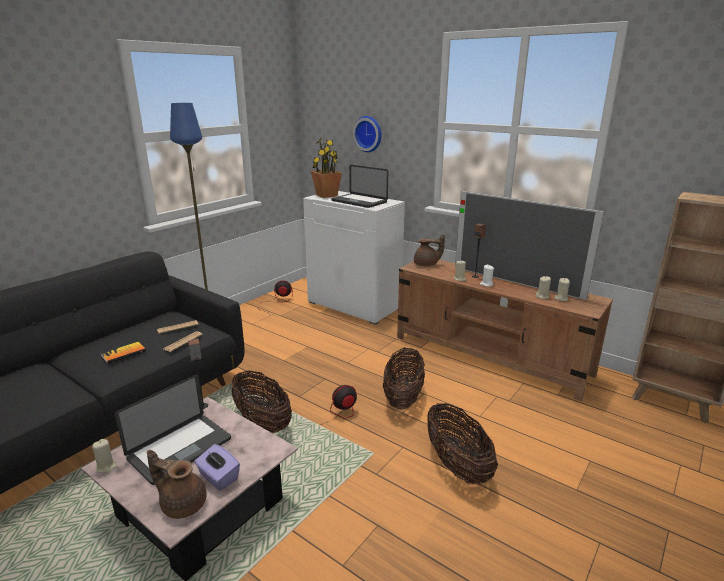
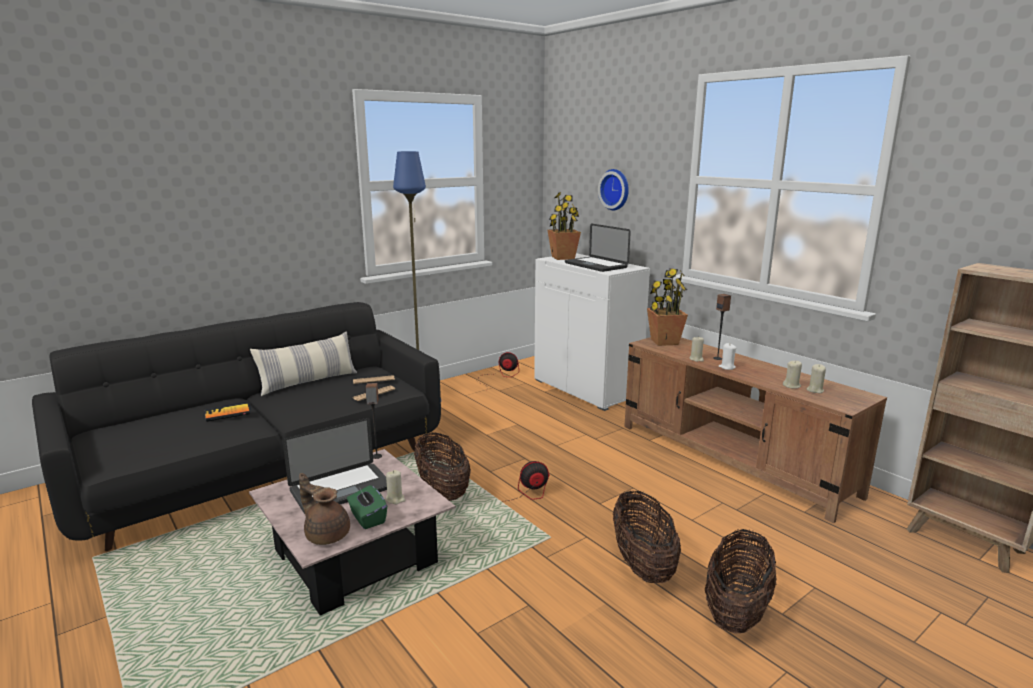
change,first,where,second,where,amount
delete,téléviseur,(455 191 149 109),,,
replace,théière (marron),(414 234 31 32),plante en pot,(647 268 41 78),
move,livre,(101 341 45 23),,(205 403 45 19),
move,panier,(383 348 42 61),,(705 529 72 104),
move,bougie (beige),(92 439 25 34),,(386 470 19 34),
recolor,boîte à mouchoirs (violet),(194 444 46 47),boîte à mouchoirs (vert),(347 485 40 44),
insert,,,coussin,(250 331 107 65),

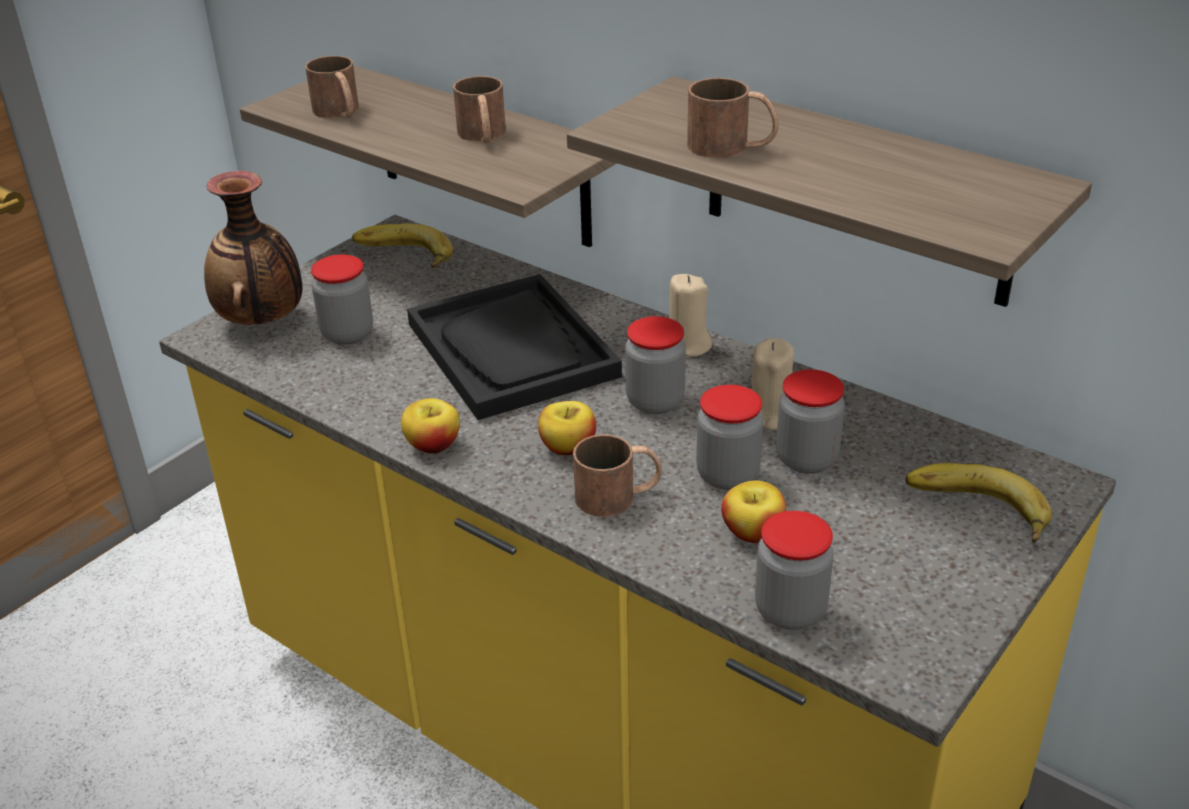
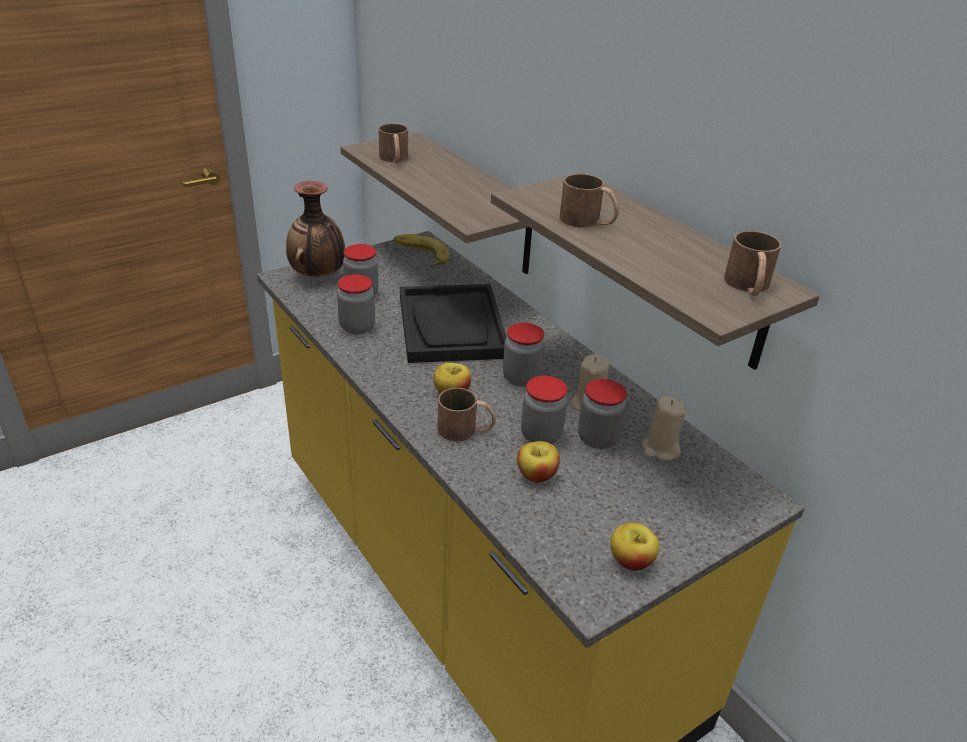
change,first,where,second,where,amount
move,mug (marron),(453 76 53 68),,(724 231 57 65),
move,bougie (beige),(669 274 43 83),,(642 396 44 65),
move,pomme,(401 398 59 56),,(610 523 50 48),
delete,banane,(905 463 147 80),,,
move,bocal,(755 511 79 119),,(337 274 38 60),

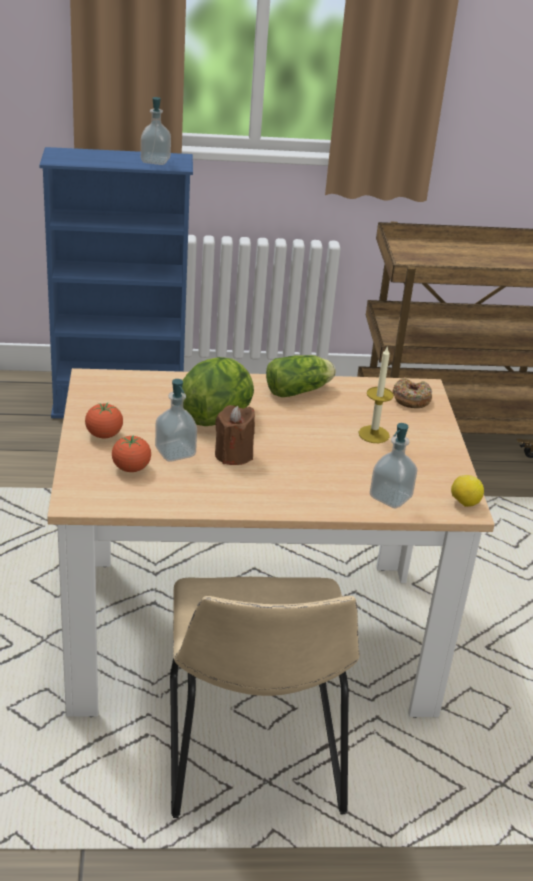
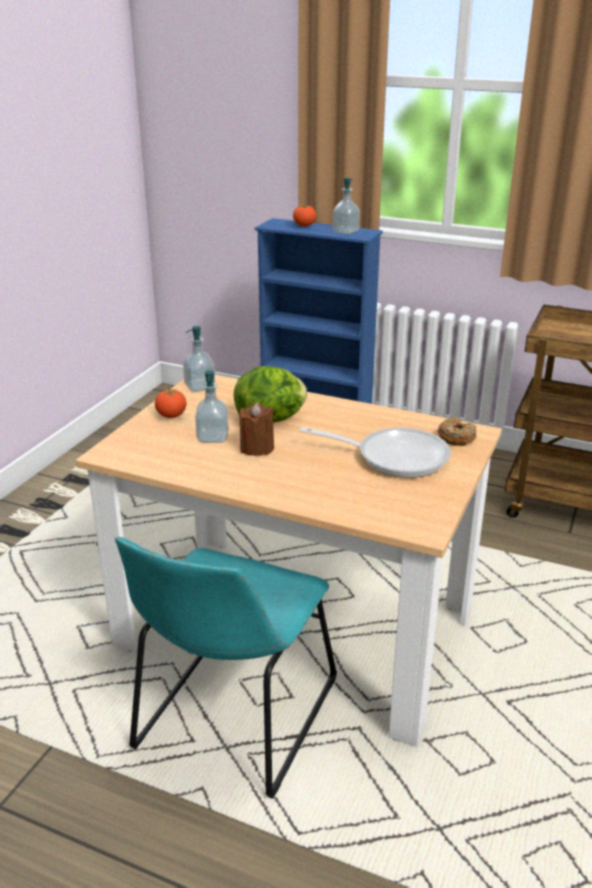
change,first,where,second,where,amount
replace,bougie,(359 347 35 96),poêle,(300 427 151 51),
delete,laitue,(266 355 70 42),,,
move,distributeur de savon,(370 423 47 86),,(183 326 32 66),
move,tomate,(112 435 39 37),,(293 203 23 24),
delete,citron,(451 475 33 32),,,
recolor,chaise (beige),(170 577 190 241),chaise (turquoise),(115 537 222 262),

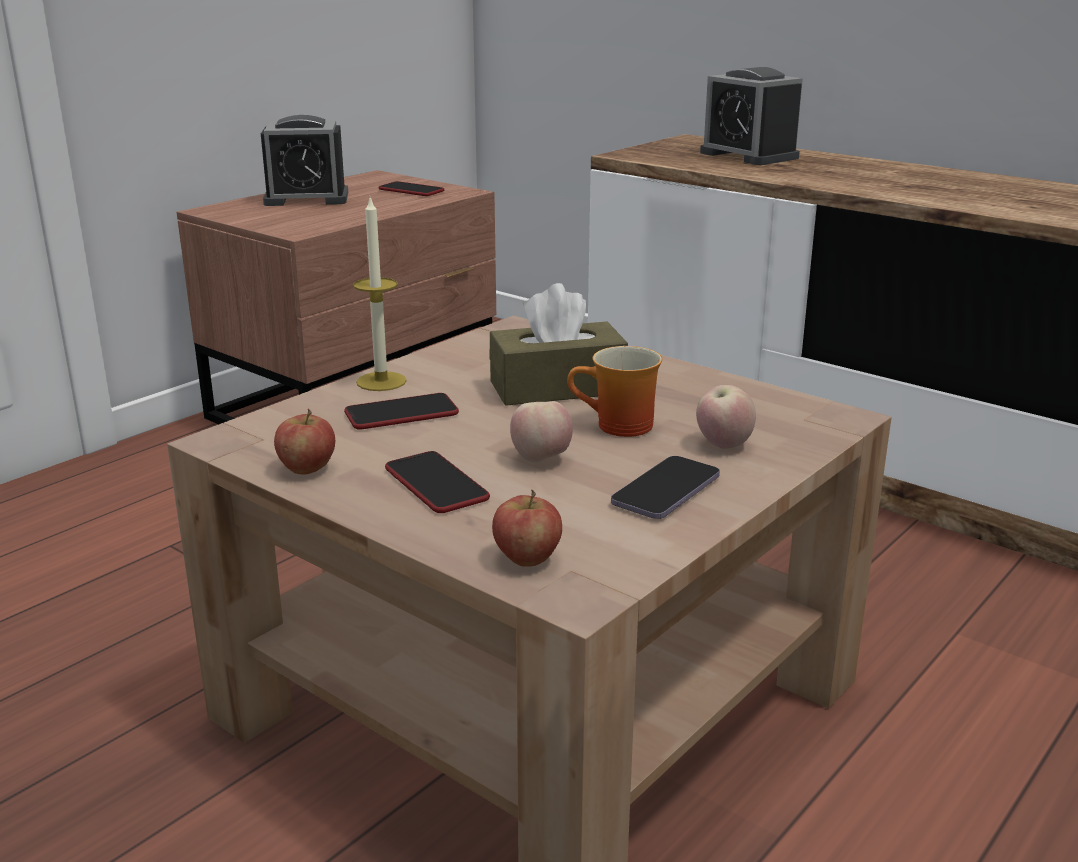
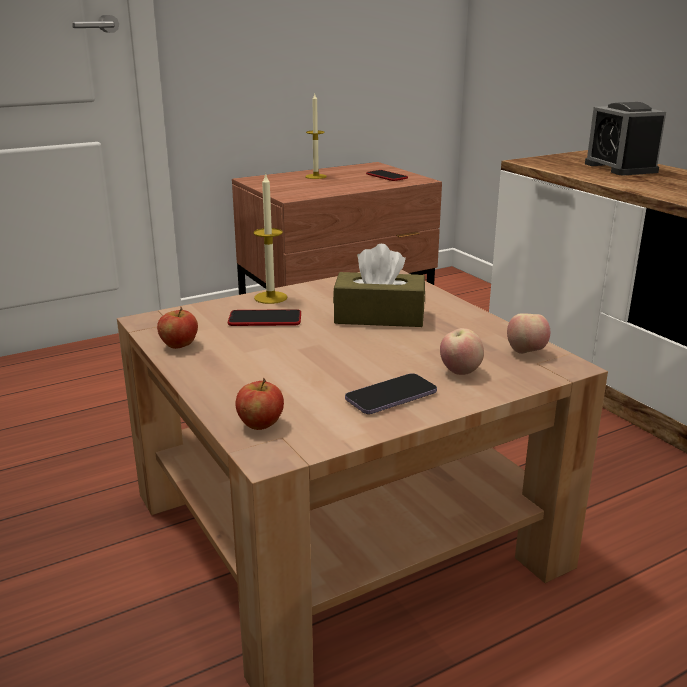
change,first,where,second,where,amount
replace,réveil,(261 115 87 91),bougie,(305 94 22 85),
delete,mug,(567 346 95 91),,,
move,pomme,(510 401 63 61),,(507 313 43 41),
delete,téléphone,(385 451 105 62),,,

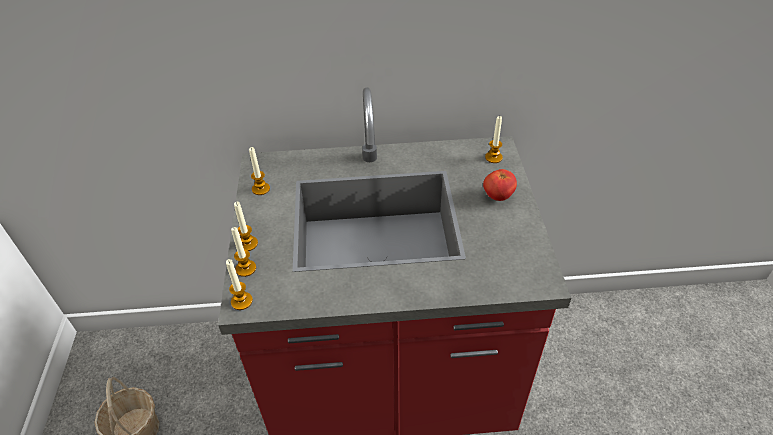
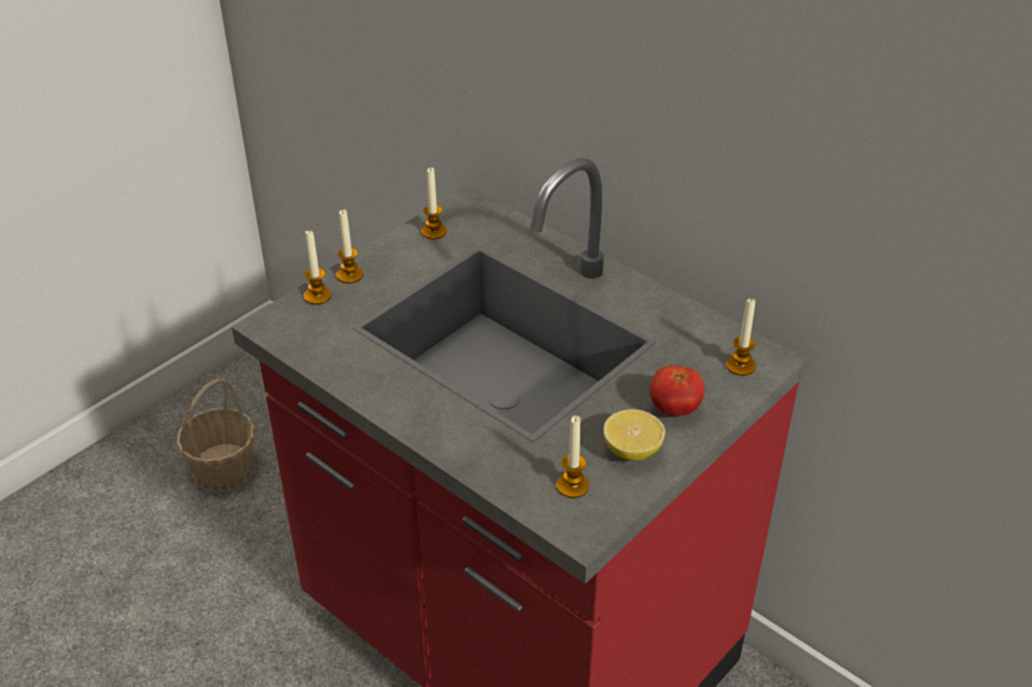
change,first,where,second,where,amount
move,bougie,(226 259 27 51),,(557 416 32 82),
insert,,,citron,(603 409 62 52),

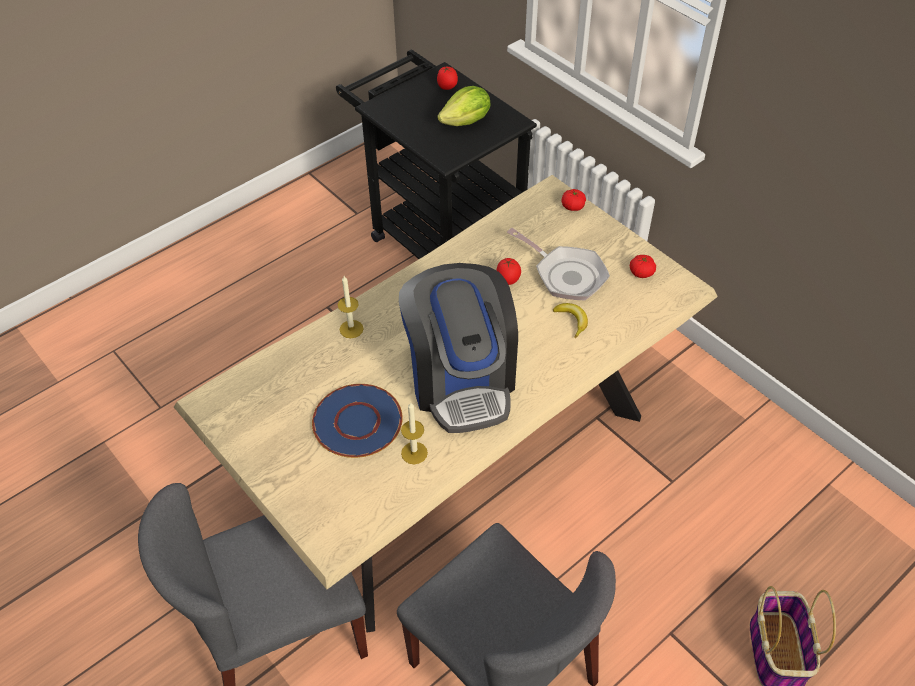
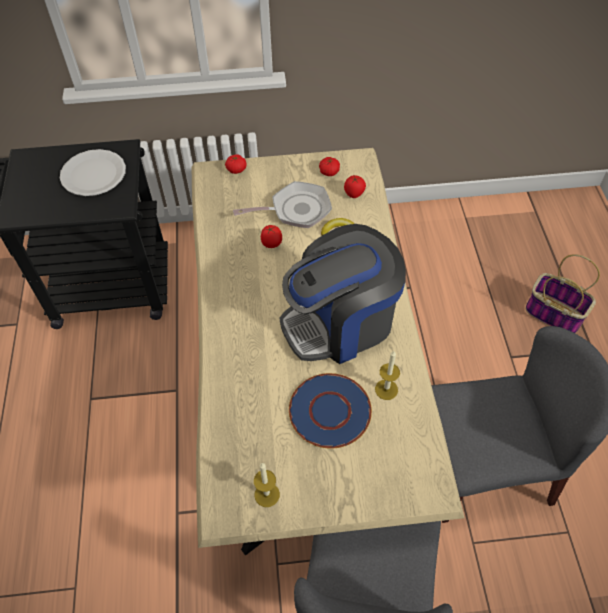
change,first,where,second,where,amount
move,tomate,(437 67 21 23),,(344 175 22 23),
replace,laitue,(437 86 53 40),assiette (blanc),(60 149 66 47),
rotate,machine à café,(399 263 119 170),,(280 224 126 140),135 degrees clockwise
move,bougie,(338 276 26 62),,(254 463 26 44),

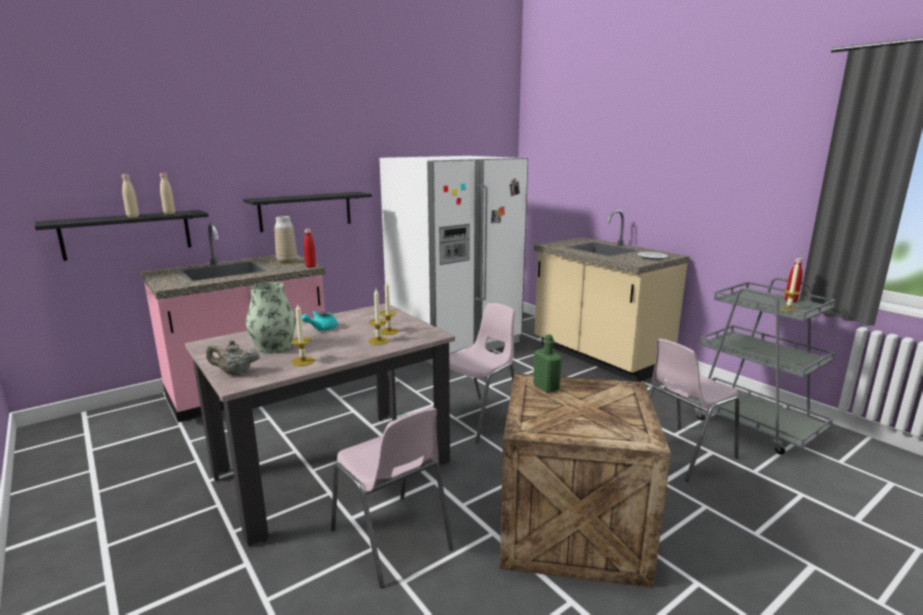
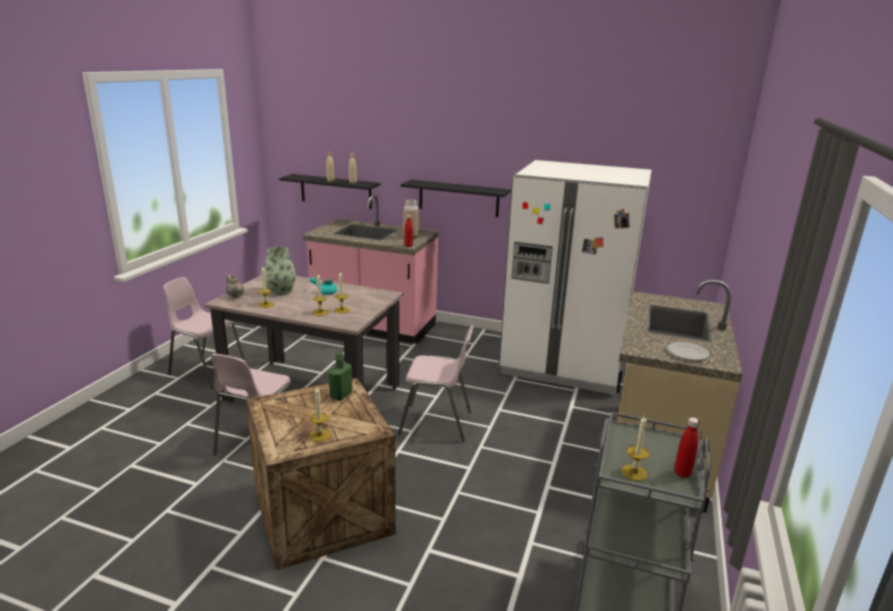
change,first,where,second,where,amount
move,chaise (rose),(649 339 90 143),,(163 277 83 111),
insert,,,bougie,(309 387 21 55),

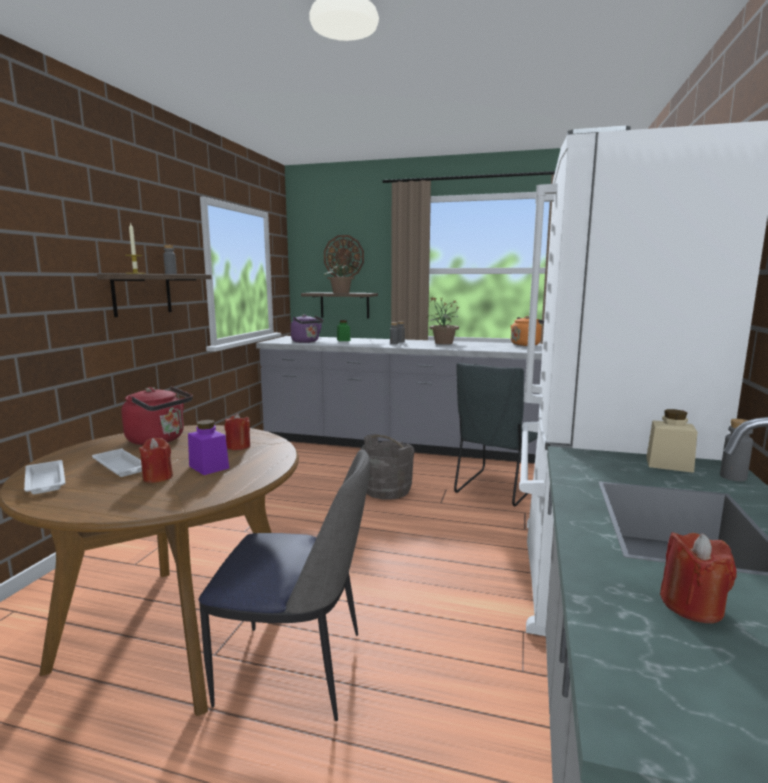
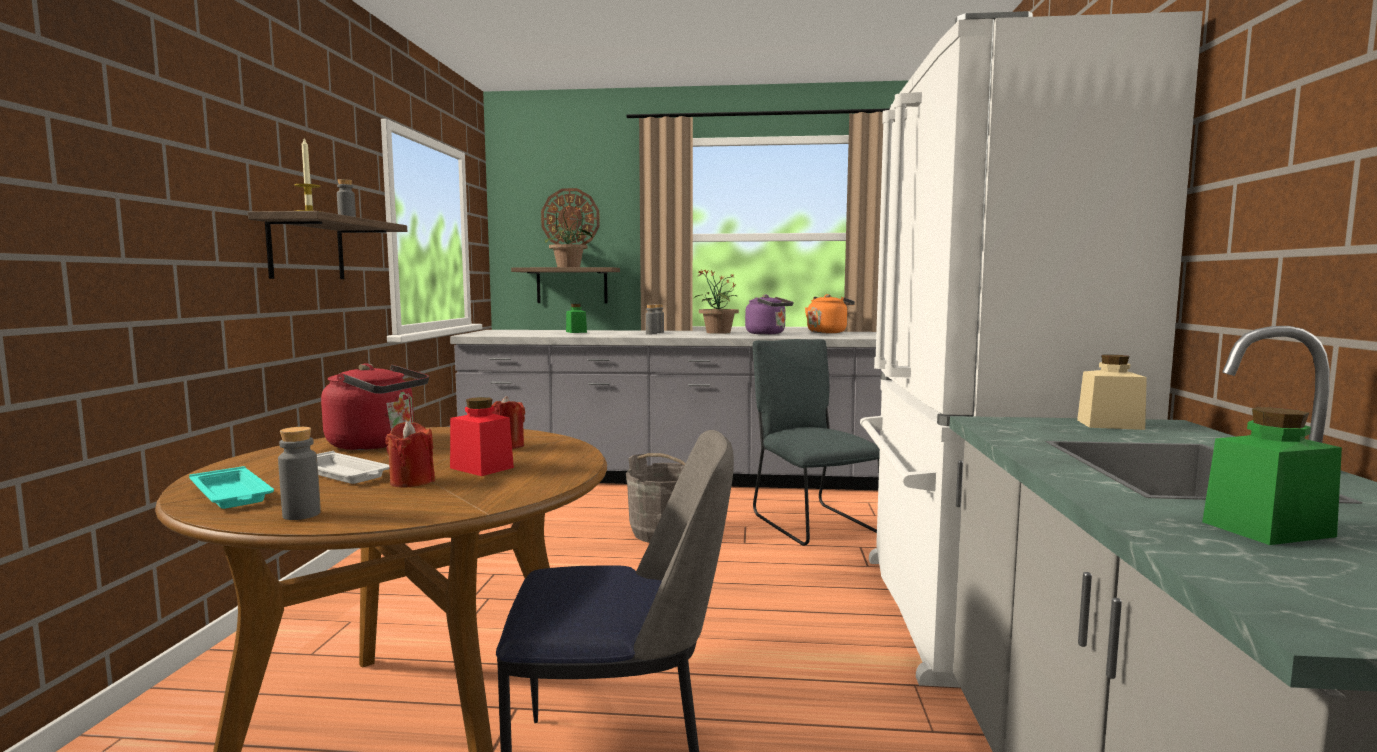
change,first,where,second,where,amount
move,bouilloire (violet),(290 314 33 29),,(745 295 48 40),
rotate,chaise (gris),(454 363 84 144),,(753 339 127 207),135 degrees clockwise
move,bouteille (gris),(720 419 33 63),,(278 427 43 93),
recolor,bocal (violet),(188 420 41 55),bocal (rouge),(450 397 64 79),
recolor,plateau (blanc),(24 460 42 34),plateau (turquoise),(189 466 85 43),
replace,bougie (rouge),(660 532 77 91),bocal (vert),(1202 407 140 138),

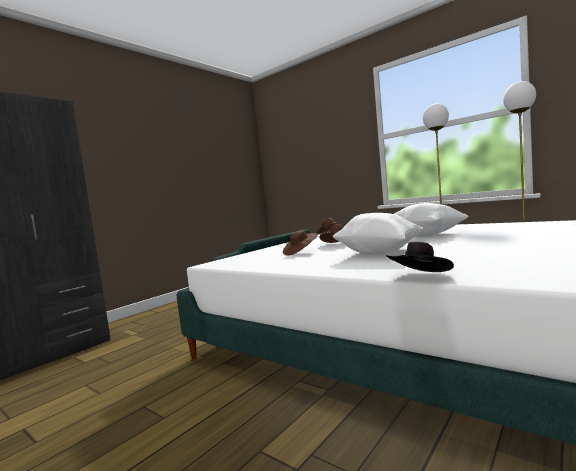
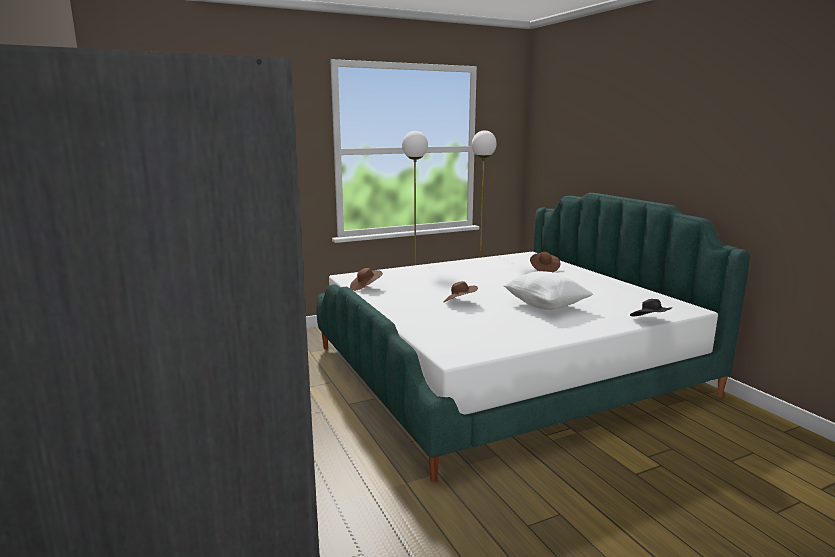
change,first,where,second,where,amount
delete,coussin (blanc),(394 203 75 33),,,
move,chapeau (marron),(283 230 35 25),,(530 252 30 20),

